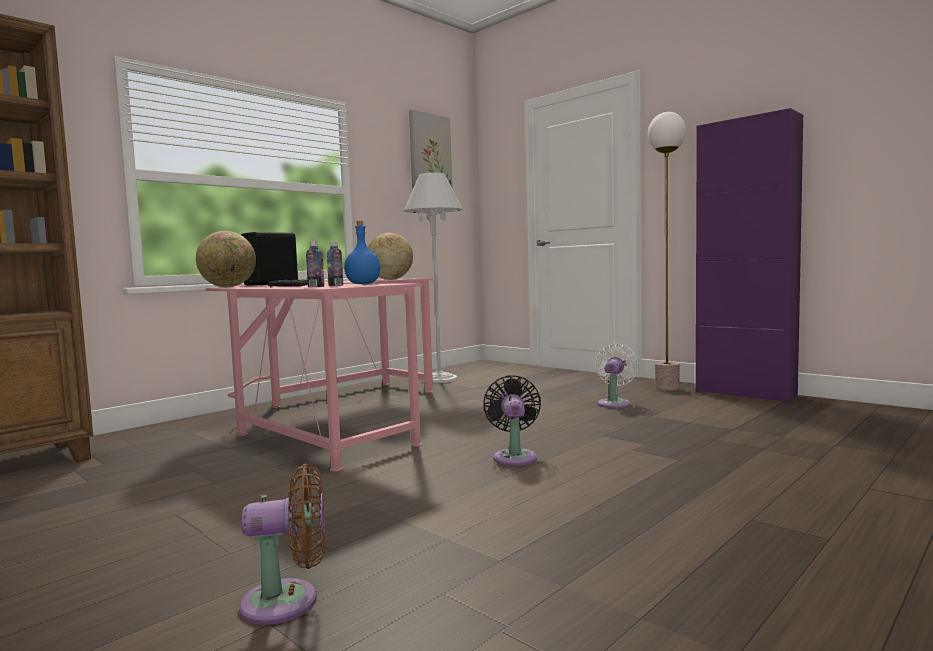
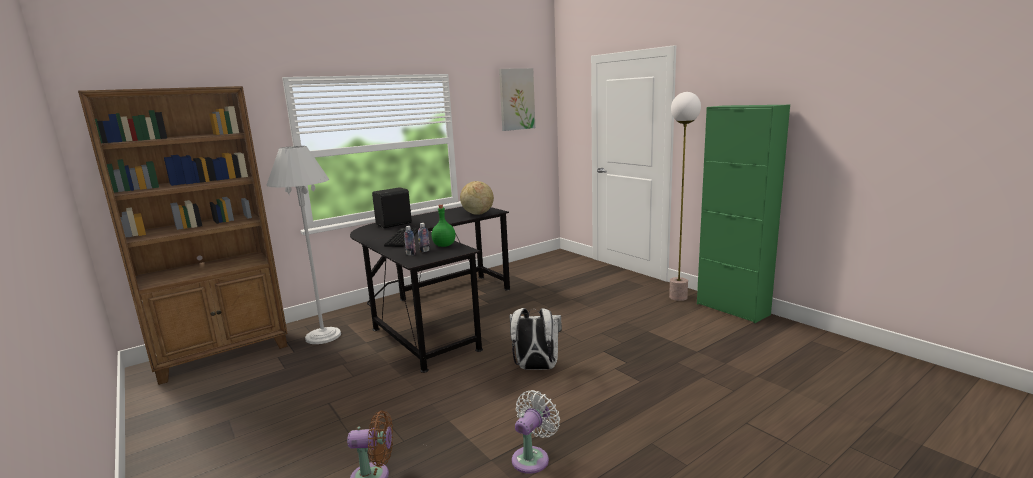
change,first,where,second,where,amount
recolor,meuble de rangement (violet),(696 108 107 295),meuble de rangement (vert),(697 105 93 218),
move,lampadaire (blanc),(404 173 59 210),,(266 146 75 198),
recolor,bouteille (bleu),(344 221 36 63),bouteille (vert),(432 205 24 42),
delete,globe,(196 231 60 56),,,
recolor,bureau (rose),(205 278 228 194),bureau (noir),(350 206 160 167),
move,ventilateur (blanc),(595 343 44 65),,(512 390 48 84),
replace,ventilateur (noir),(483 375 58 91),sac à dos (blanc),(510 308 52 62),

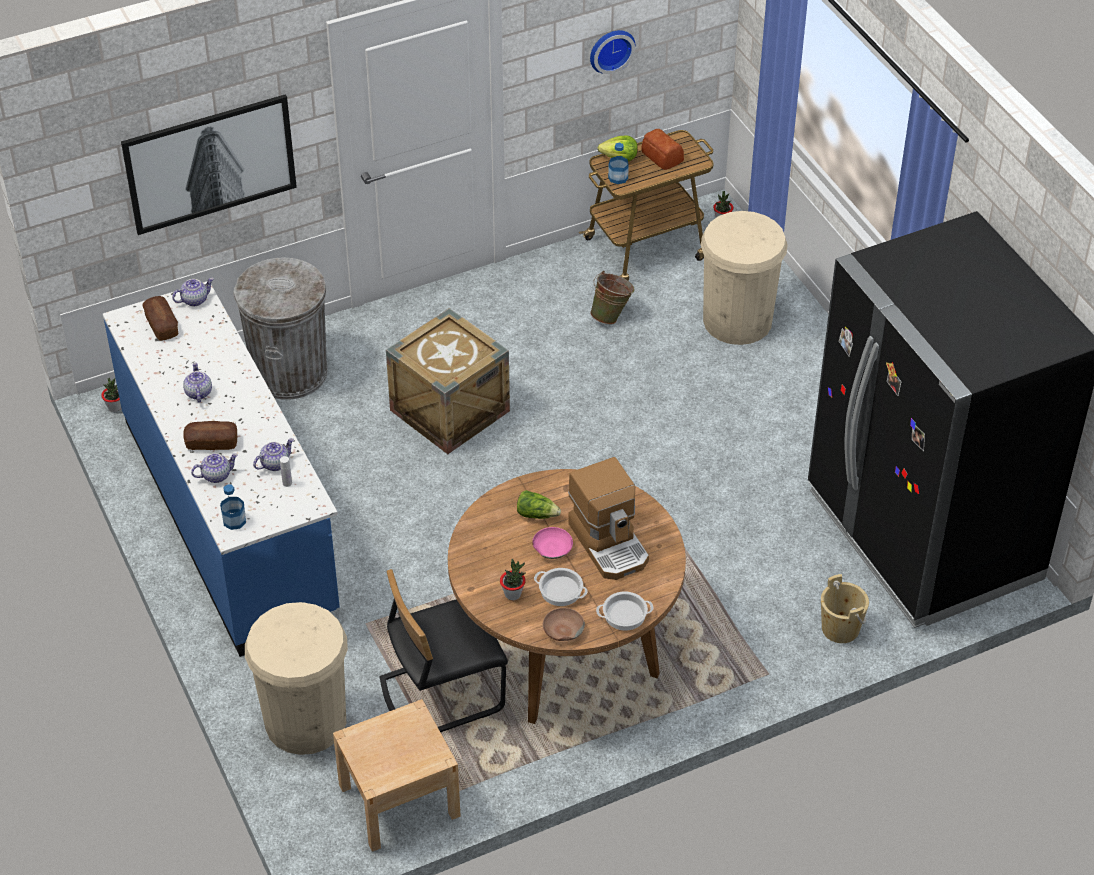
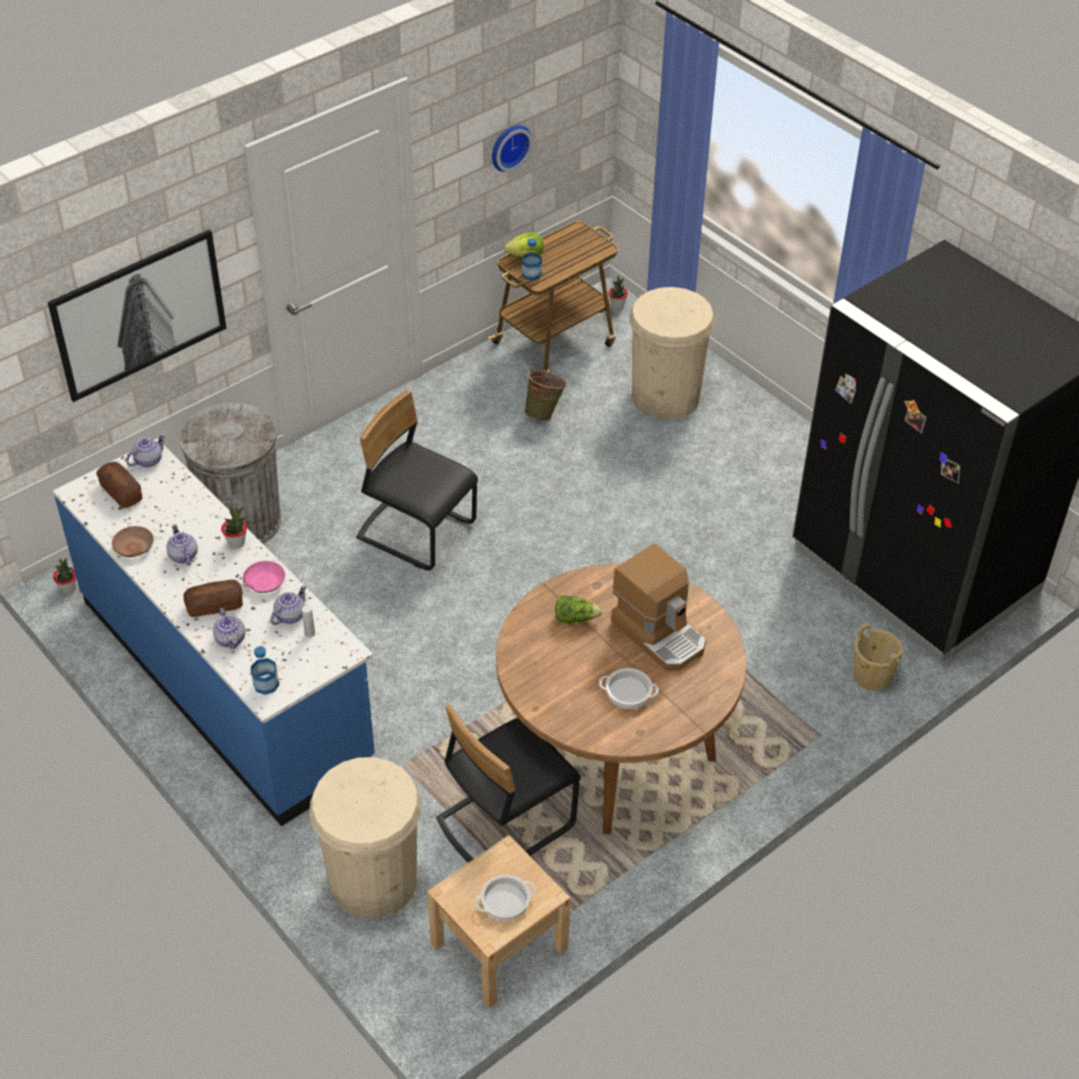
change,first,where,second,where,amount
delete,pain,(641 129 43 41),,,
replace,caisse,(386 308 124 146),chaise (noir),(356 390 122 181),
rotate,théière,(191 453 47 30),,(213 608 32 41),105 degrees clockwise
move,bol (rose),(532 527 41 32),,(243 561 42 32),
move,plante en pot,(500 559 26 41),,(221 505 26 43),
move,marmite,(596 592 57 39),,(474 875 62 46),
move,bol (marron),(543 608 42 33),,(112 526 42 31),

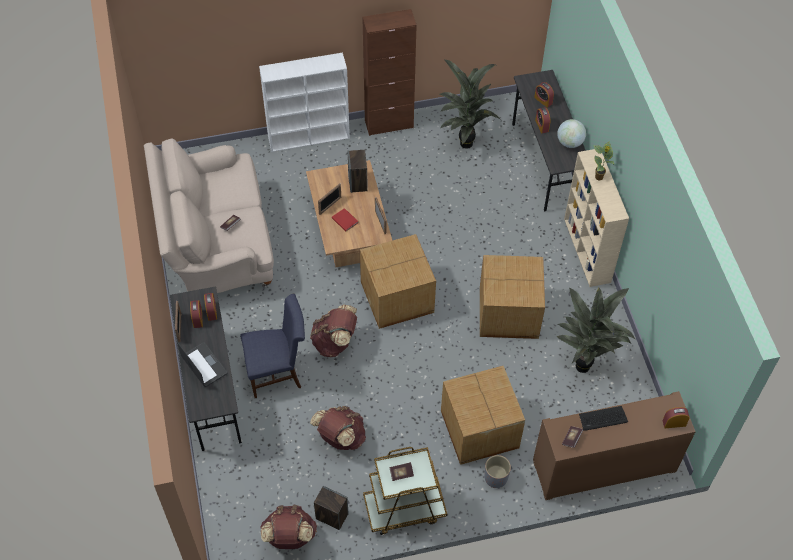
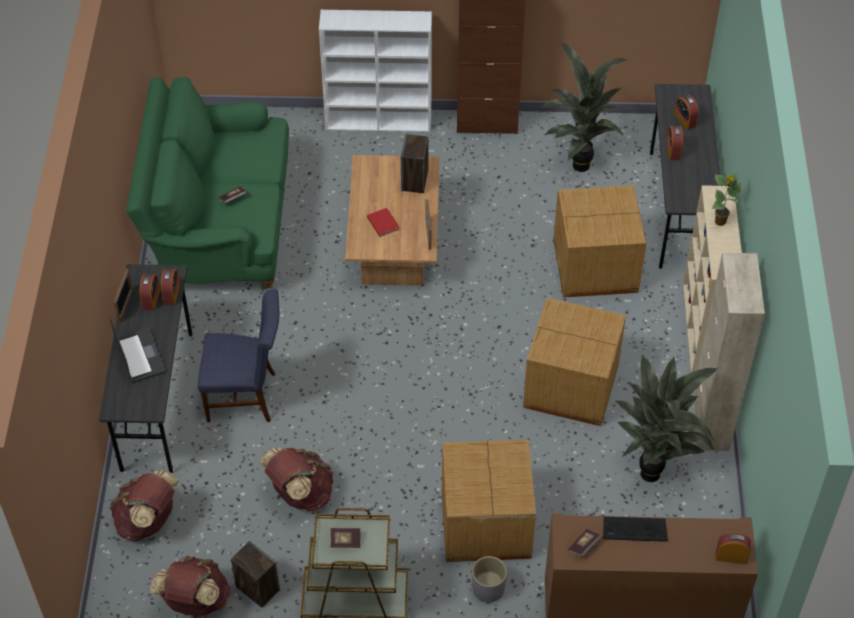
change,first,where,second,where,amount
delete,globe,(557 119 29 29),,,
recolor,canapé (beige),(144 138 130 155),canapé (vert),(126 77 163 213),
delete,cadre photo,(318 183 23 32),,,
move,carton,(360 234 76 95),,(553 185 93 113),
move,sac à dos (marron),(310 305 47 52),,(109 470 71 71),
insert,,,meuble de rangement (beige),(692 253 73 198),

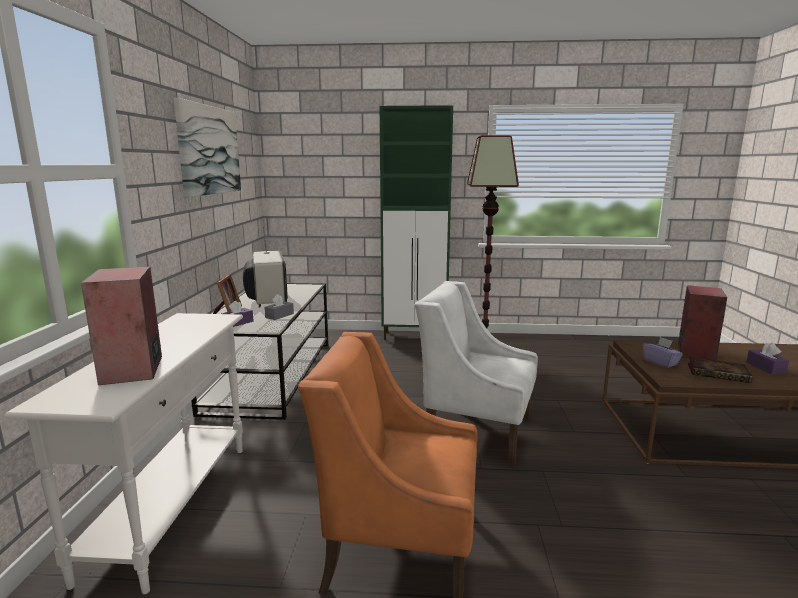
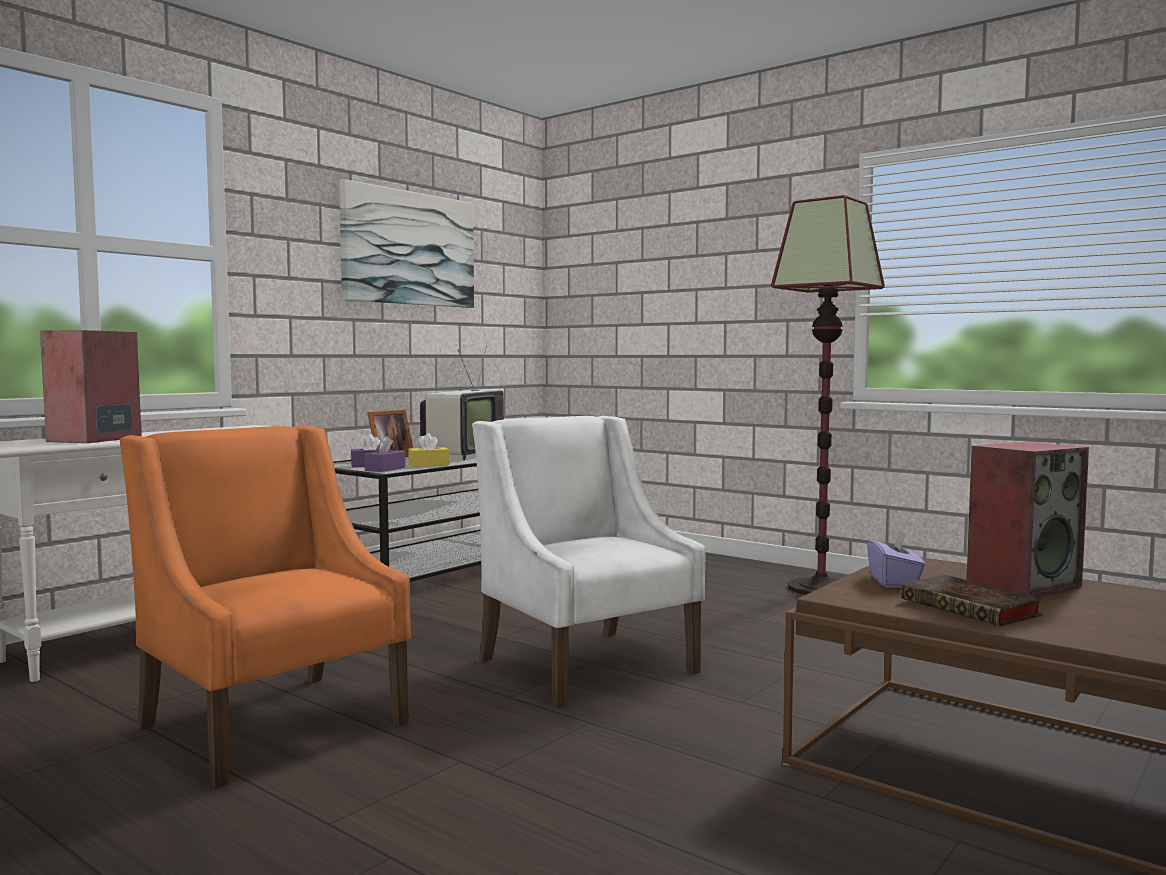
change,first,where,second,where,amount
delete,meuble de rangement (vert),(380 105 73 235),,,
recolor,boîte à mouchoirs (gris),(264 294 30 26),boîte à mouchoirs (jaune),(408 433 41 34),
move,boîte à mouchoirs (violet),(746 342 43 32),,(364 436 41 36),

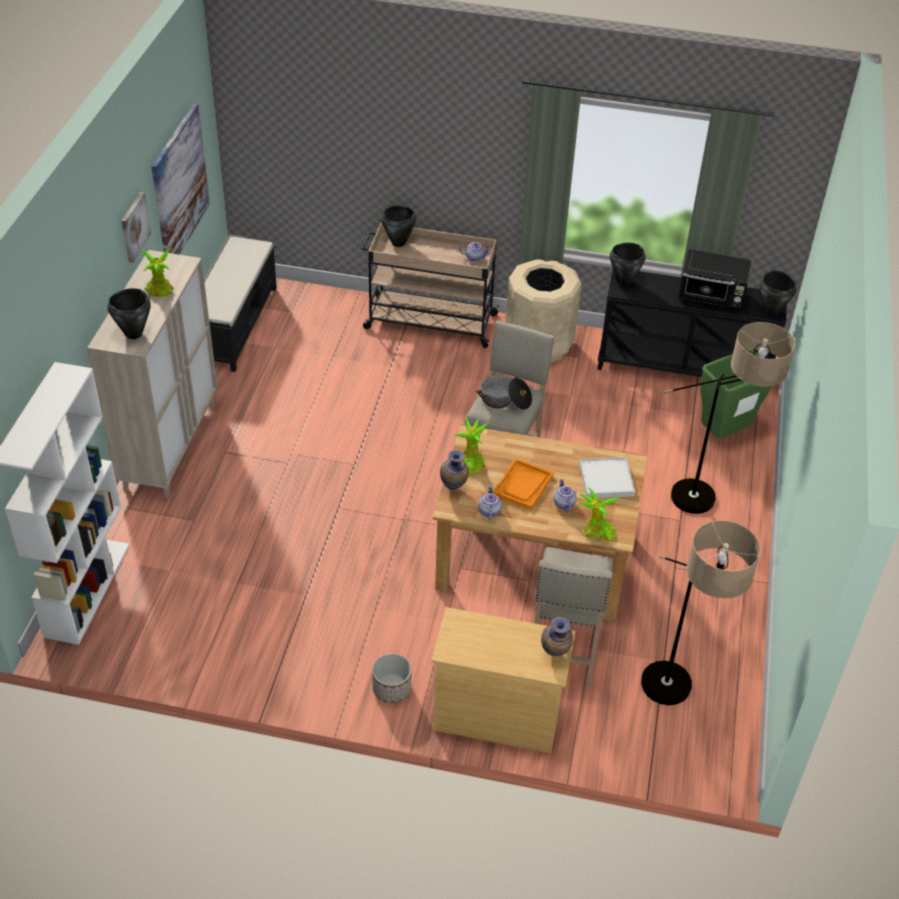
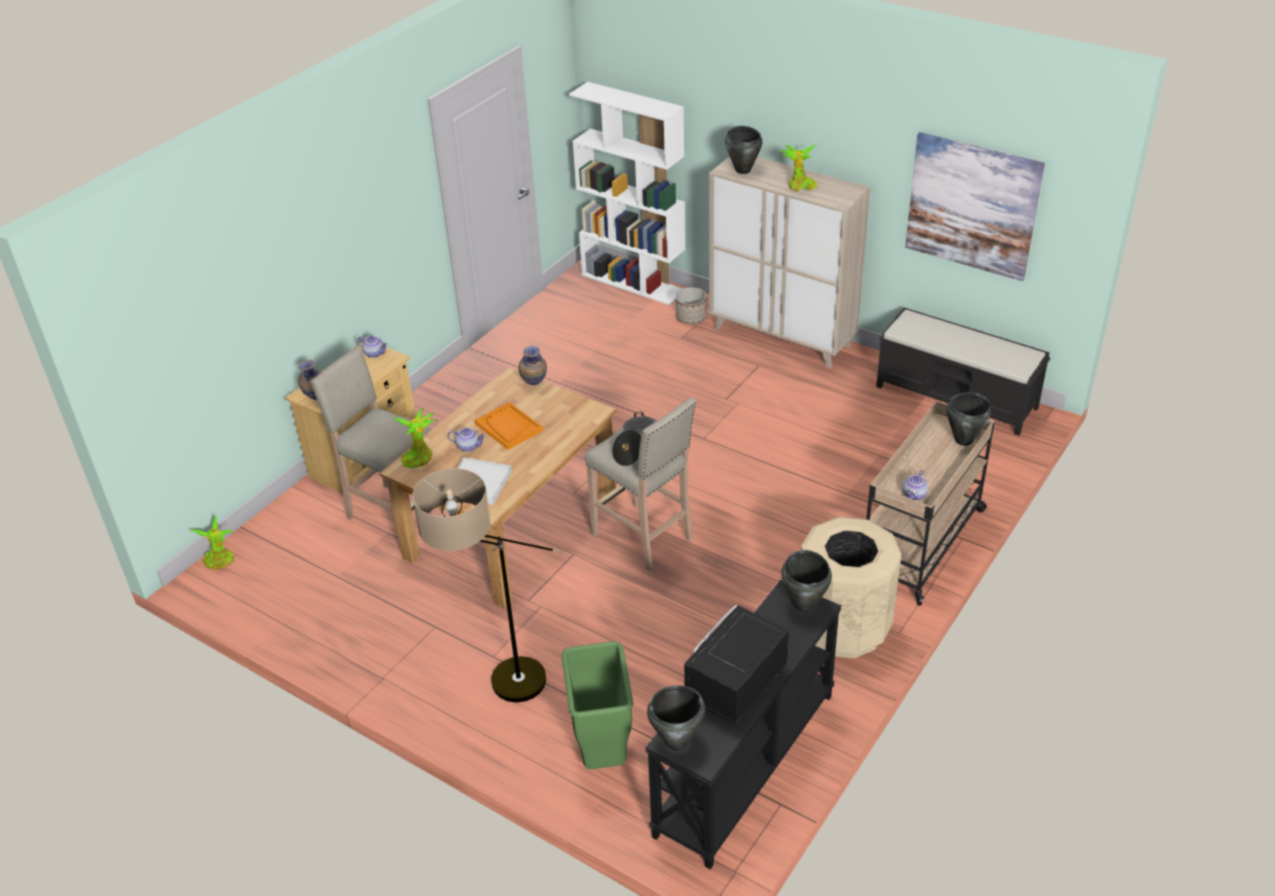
change,first,where,second,where,amount
delete,tableau,(121 192 30 71),,,
move,plante en pot,(454 418 35 57),,(190 514 44 55),
move,théière,(478 486 24 34),,(357 336 31 22),
delete,lampadaire,(641 520 120 185),,,
move,cache-pot,(372 653 40 50),,(675 287 32 37),

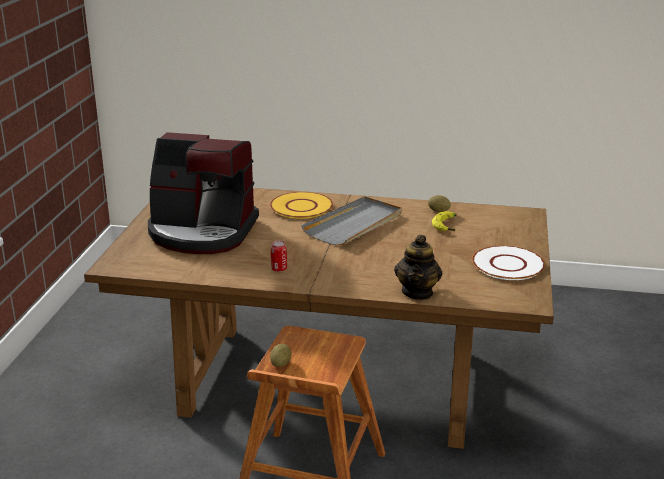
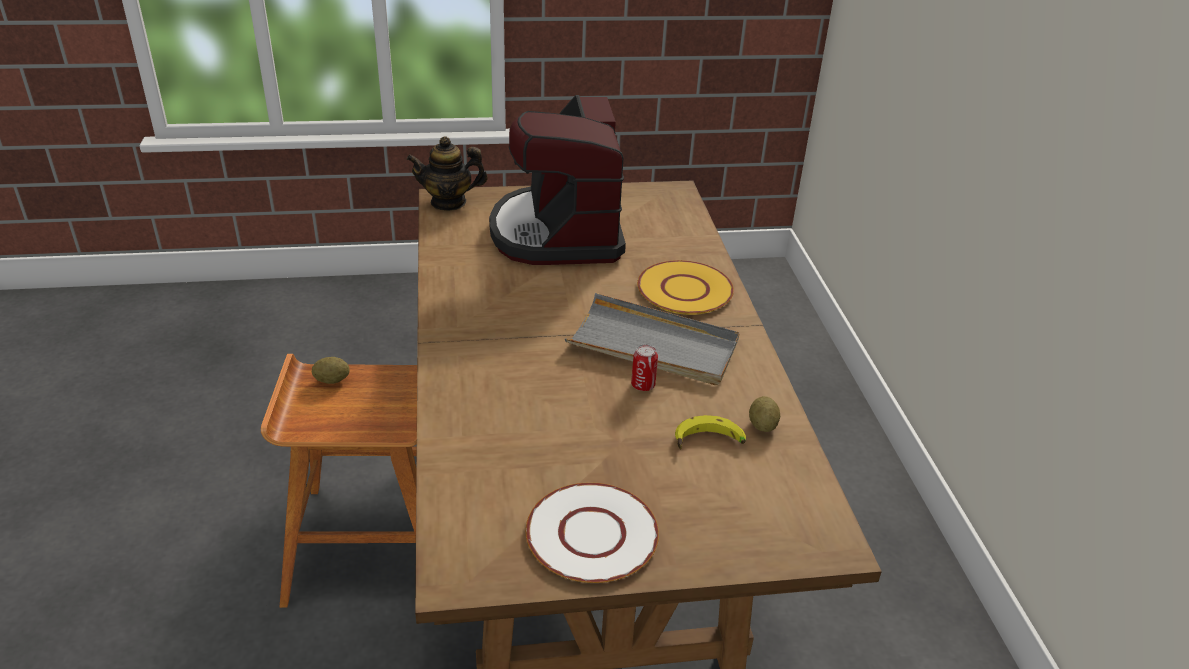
change,first,where,second,where,amount
move,théière,(394 235 48 65),,(407 136 81 75),
move,boîte métallique,(271 241 16 31),,(631 344 27 47),

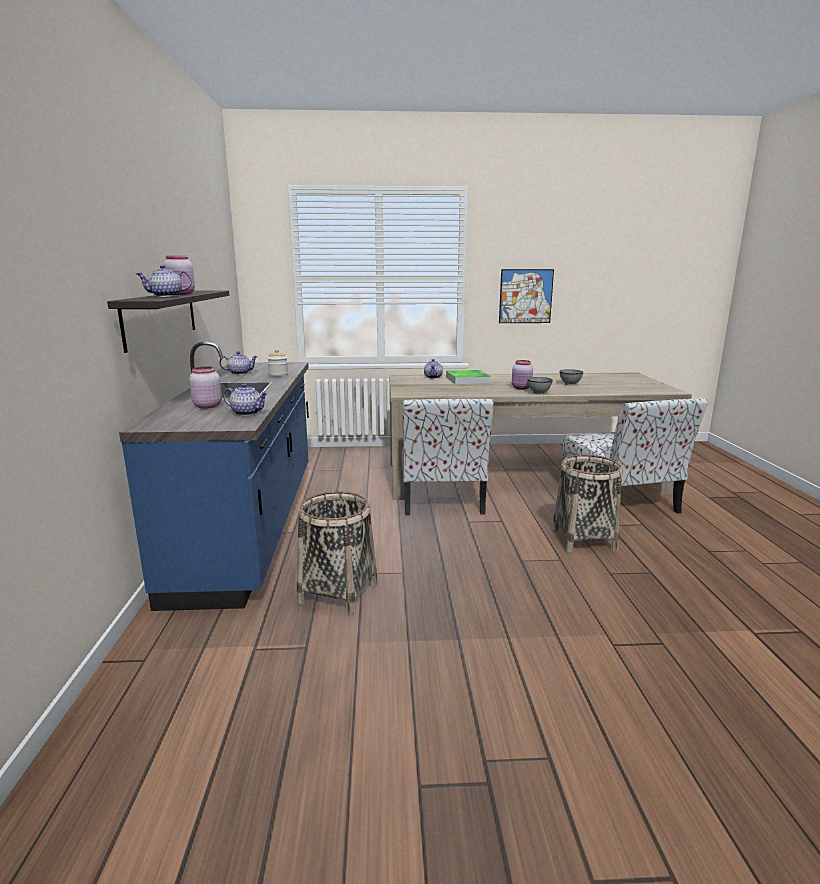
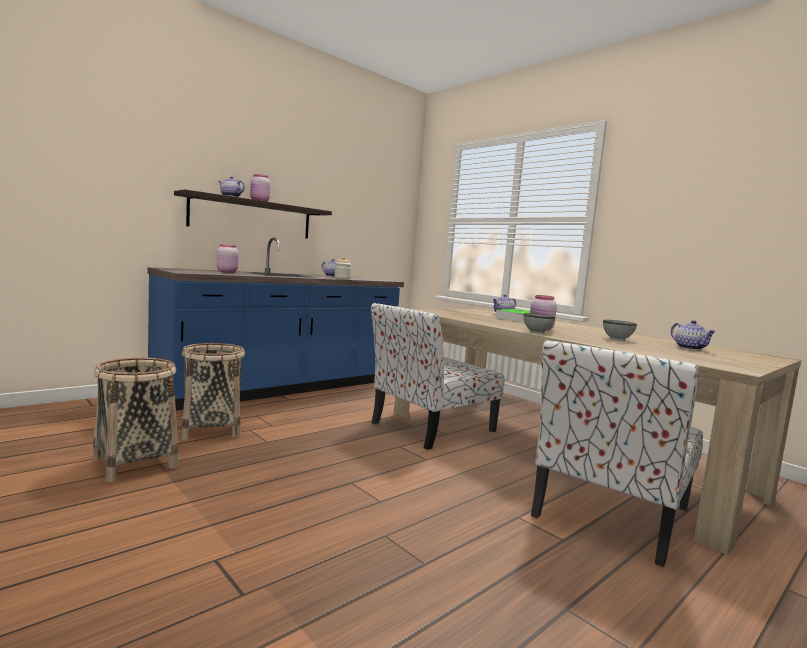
change,first,where,second,where,amount
delete,tableau,(499 269 55 54),,,
move,théière,(223 383 45 33),,(671 320 45 30),
move,panier,(552 455 71 98),,(93 358 86 124),

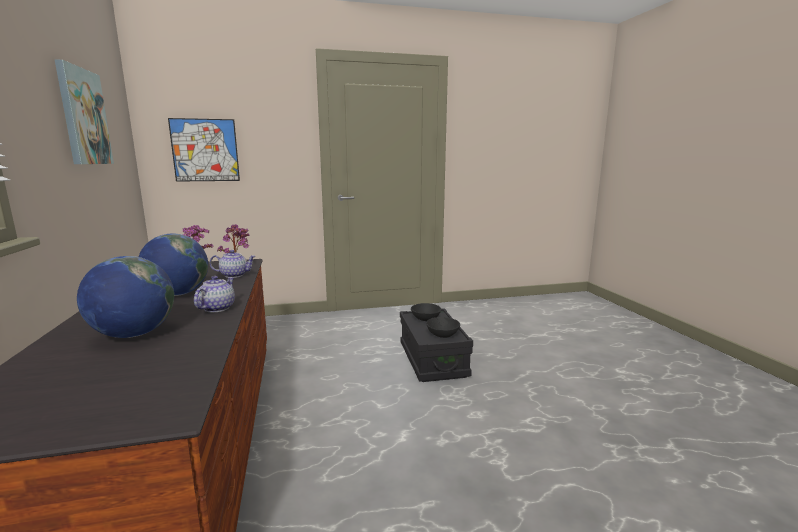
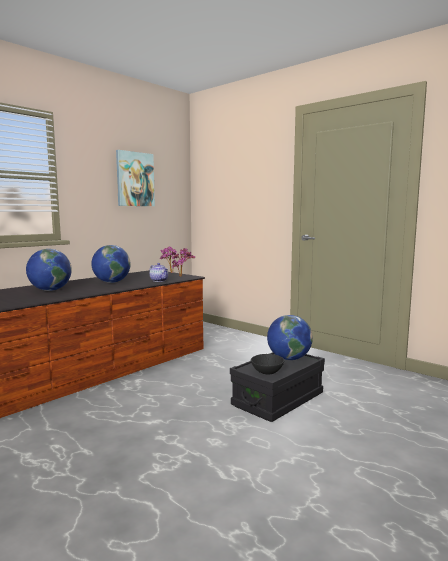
change,first,where,second,where,amount
delete,tableau,(168 118 72 64),,,
delete,théière,(194 276 41 36),,,
replace,bol (noir),(411 303 30 18),globe,(267 315 46 45),

